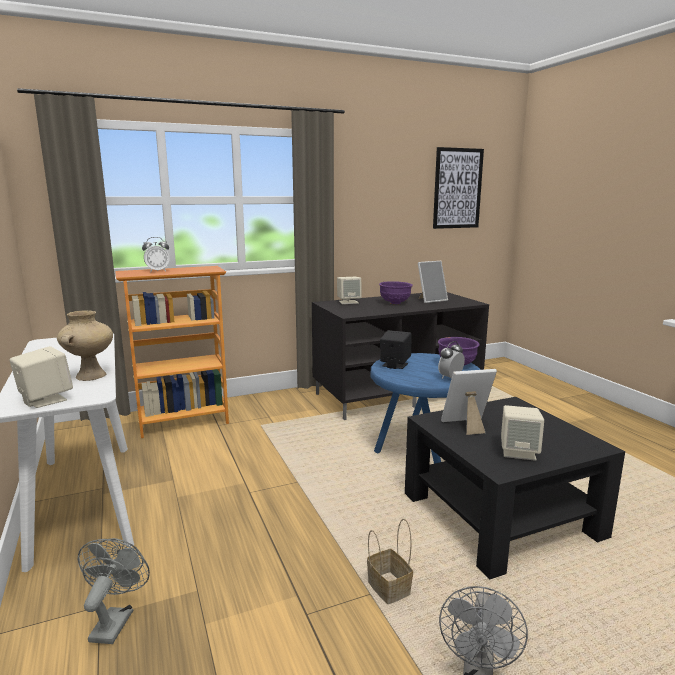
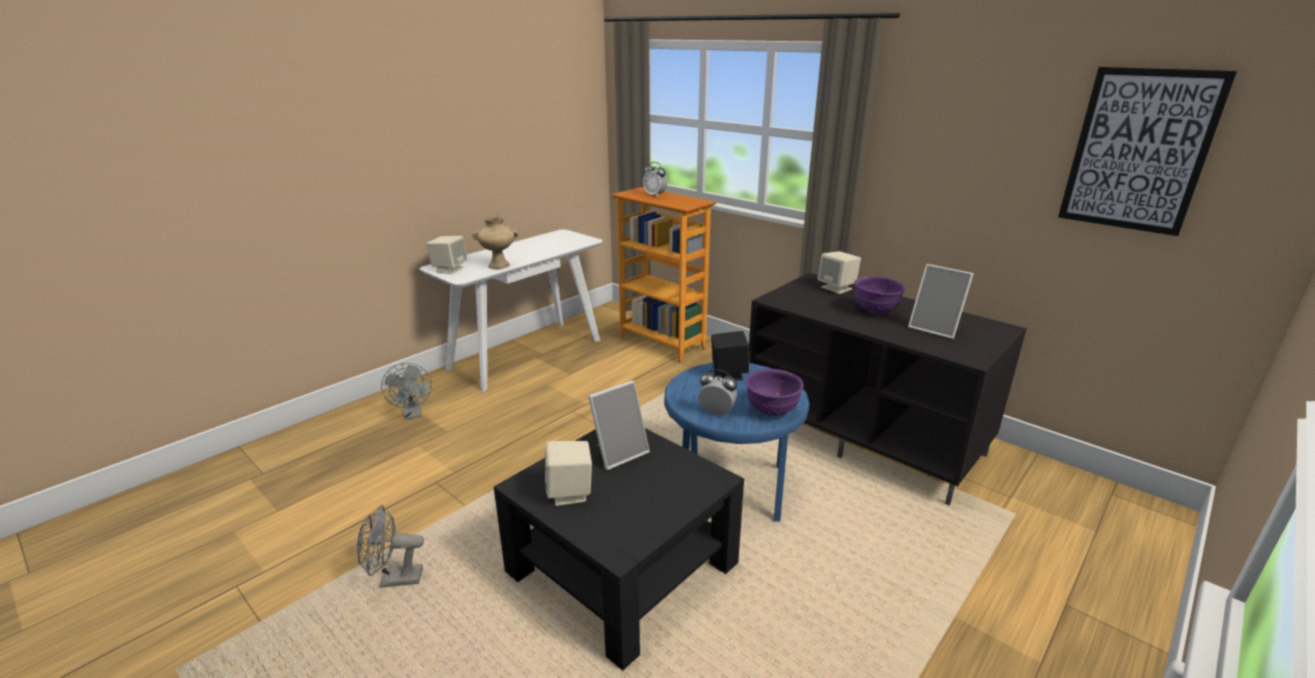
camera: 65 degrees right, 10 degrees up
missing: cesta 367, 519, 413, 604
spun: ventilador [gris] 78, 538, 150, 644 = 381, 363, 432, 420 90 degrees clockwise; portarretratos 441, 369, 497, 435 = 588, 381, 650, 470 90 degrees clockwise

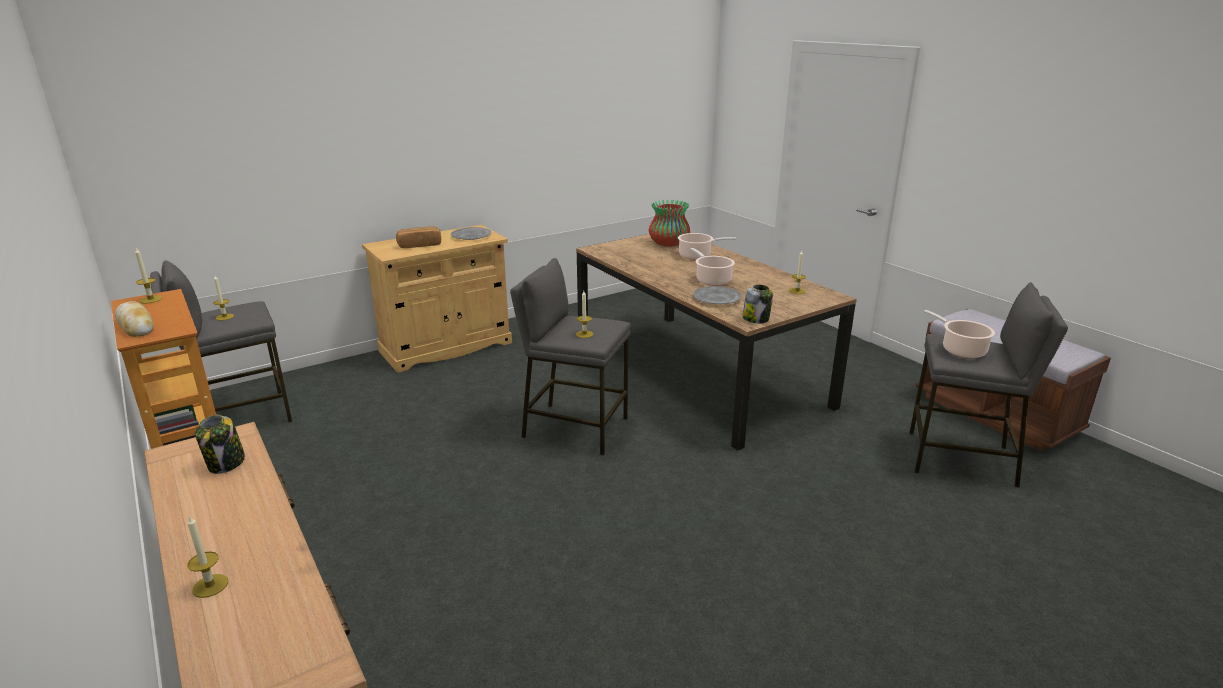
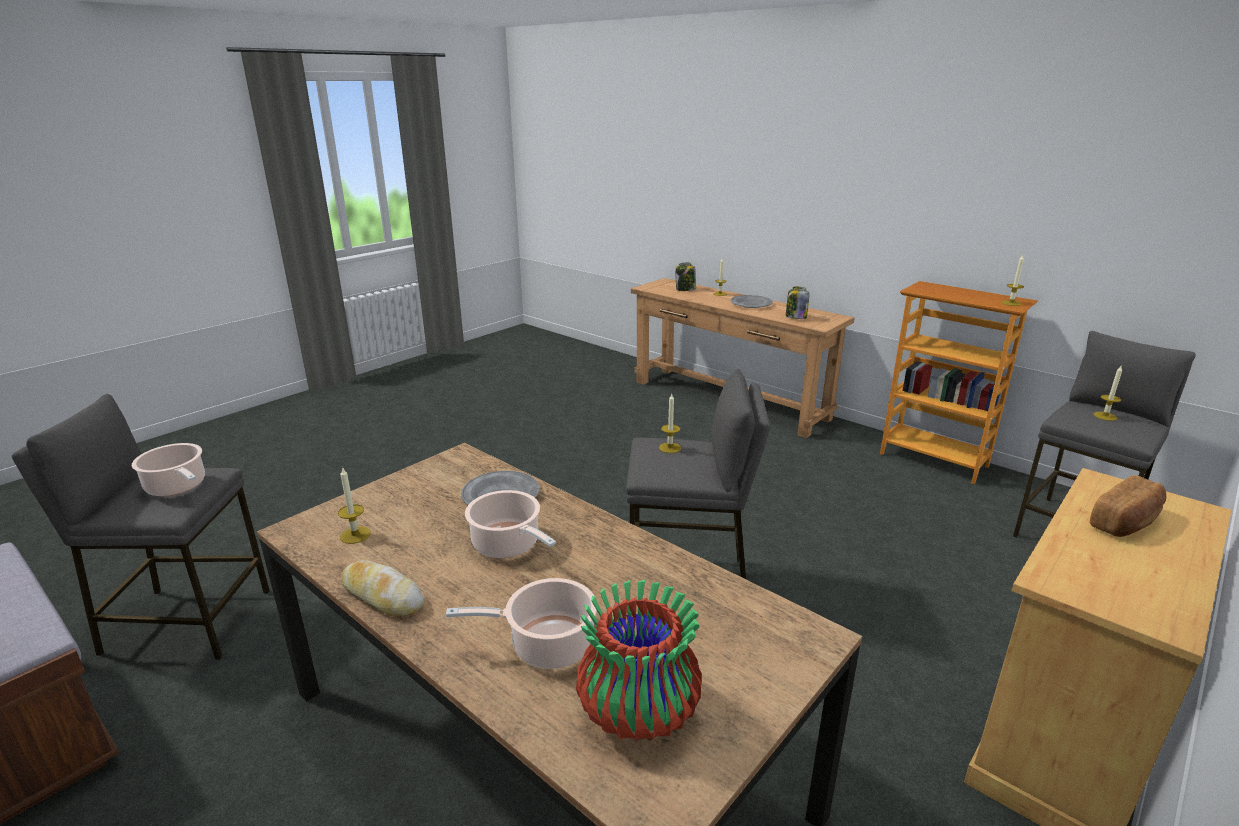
camera: 165 degrees right, 0 degrees up
relocated: pan 115, 301, 154, 337 to 341, 560, 424, 617; tarro 742, 284, 773, 323 to 675, 262, 696, 291; plato [gris] 451, 227, 491, 240 to 730, 295, 773, 308

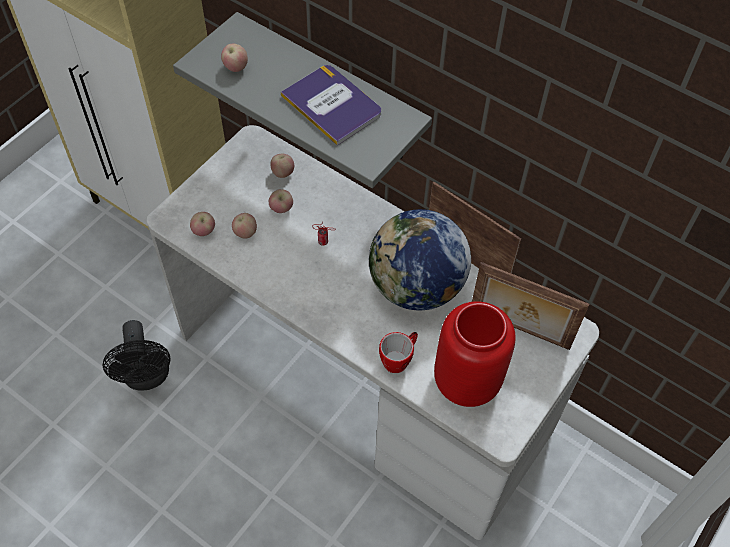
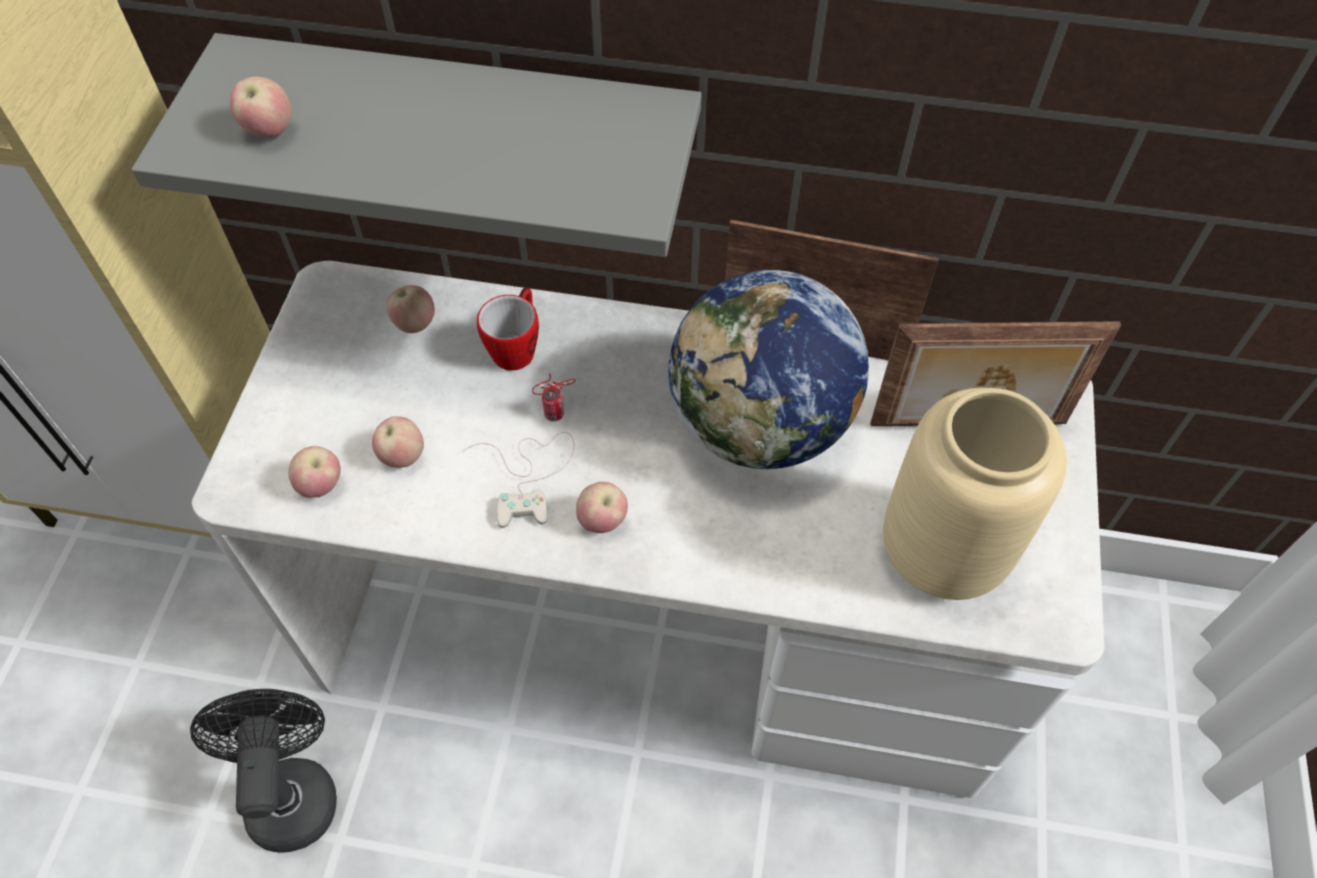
camera: 25 degrees left, 0 degrees up
missing: libro 281, 65, 381, 145
appeared: mando de consola [blanco] 461, 432, 574, 528
relocated: taza grande 379, 332, 418, 373 to 477, 287, 539, 371; manzana 269, 189, 293, 213 to 576, 482, 628, 533
colour: florero [rojo] 434, 301, 516, 407 to florero [beis] 883, 388, 1067, 600
spun: ventilador [negro] 102, 320, 170, 391 = 190, 689, 337, 853 150 degrees counterclockwise

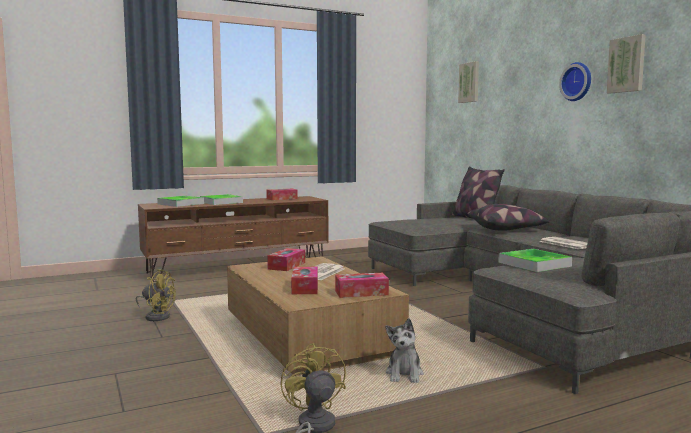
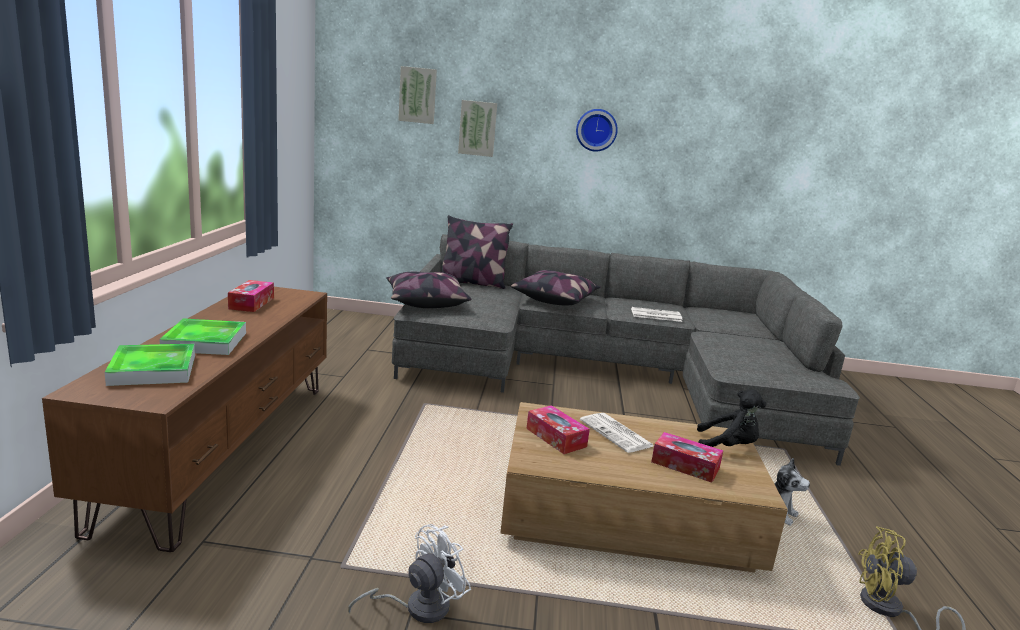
camera: 60 degrees left, 10 degrees up
missing: bandeja 498, 249, 572, 272
appeared: cojín 386, 272, 471, 308
relocated: cuadro 607, 34, 646, 93 to 458, 100, 497, 157
exchanged: caja de pañuelos 335, 273, 389, 298 to peluche [negro] 697, 389, 767, 447
colour: ventilador [amarillo] 136, 269, 176, 321 to ventilador [blanco] 348, 524, 471, 623

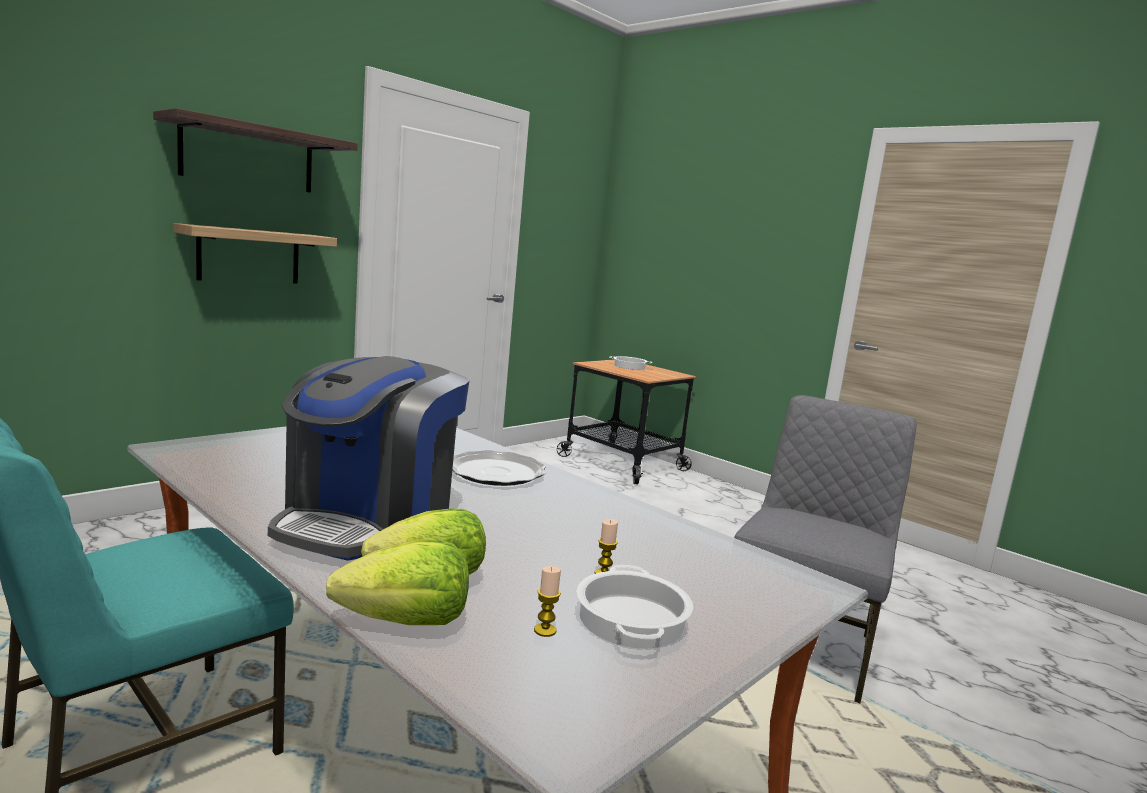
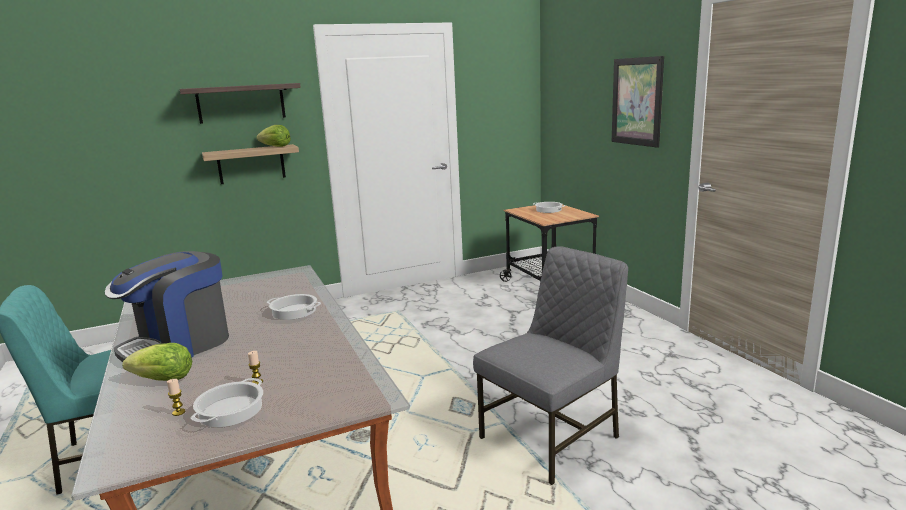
camera: 25 degrees right, 5 degrees up
appeared: cuadro 612, 56, 664, 148
relocated: lechuga 326, 540, 469, 625 to 256, 125, 291, 147
exchanged: plato 452, 450, 546, 486 to olla 266, 294, 321, 320

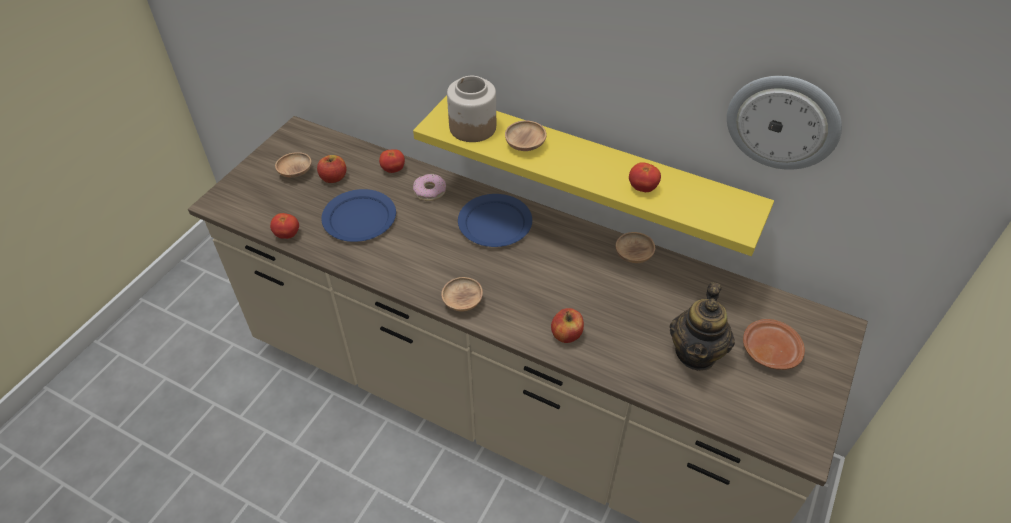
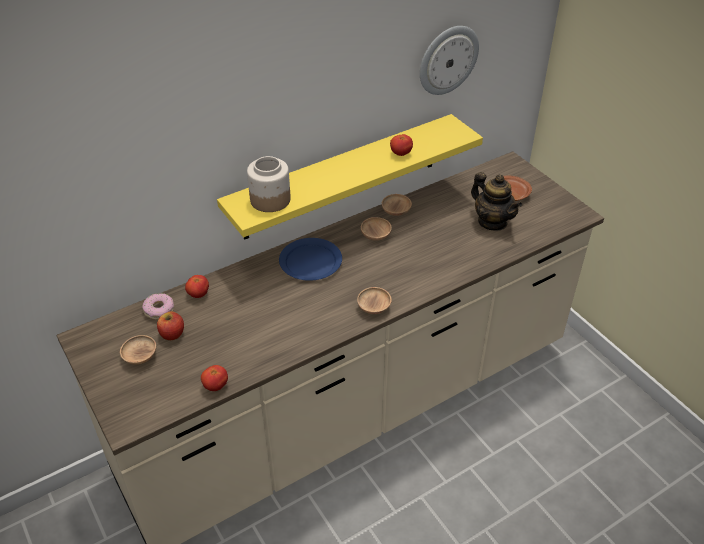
camera: 60 degrees left, 5 degrees down
missing: plato [azul] 321, 189, 396, 242; manzana 551, 308, 584, 343
relocated: rosquilla 413, 174, 446, 201 to 142, 293, 174, 320; cuenco [marrón] 505, 120, 547, 151 to 361, 217, 392, 241

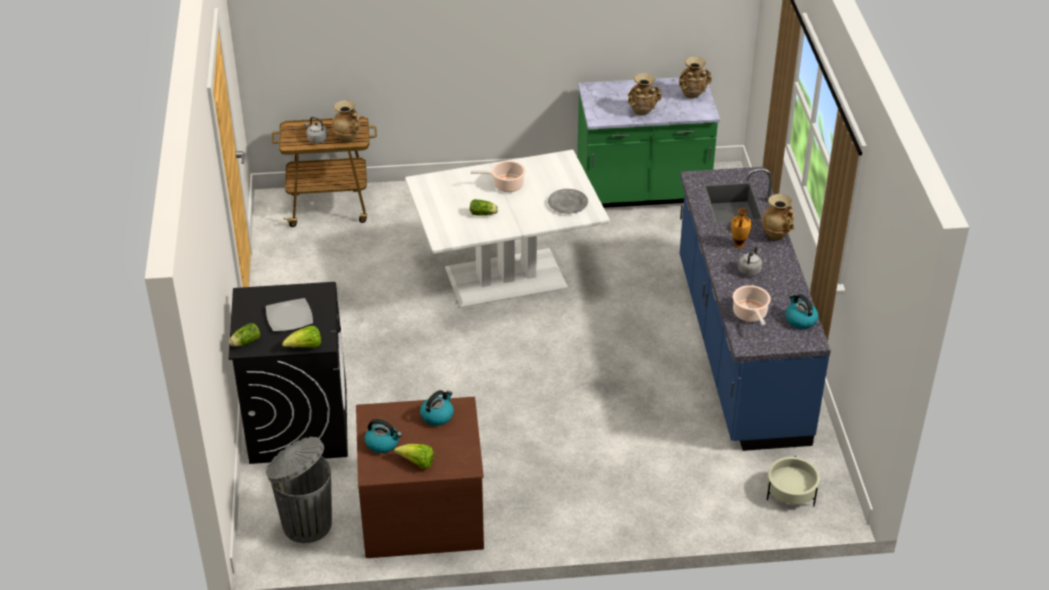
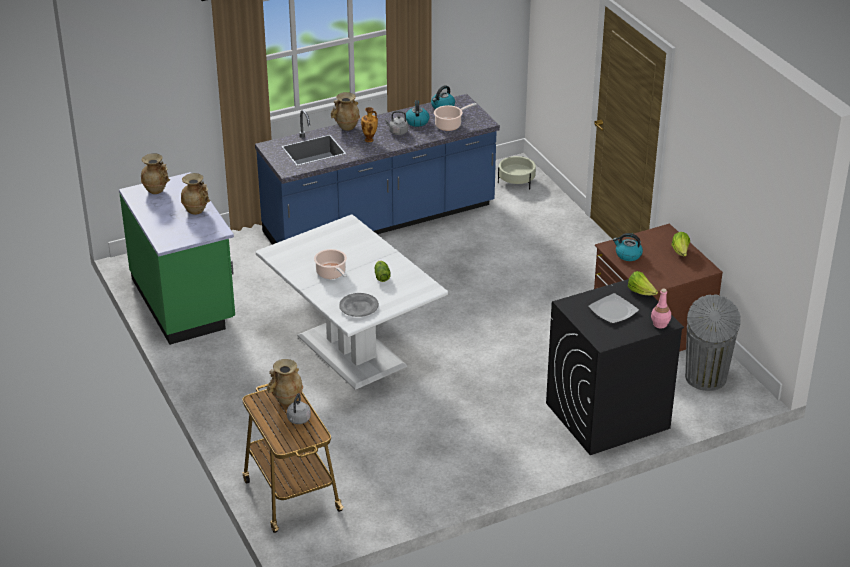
camera: 110 degrees left, 5 degrees down
relocated: plato [gris] 548, 189, 588, 214 to 339, 293, 379, 317; hervidor 365, 419, 402, 453 to 406, 100, 429, 127
exchanged: lechuga 229, 323, 260, 347 to botella [rosa] 651, 289, 671, 328

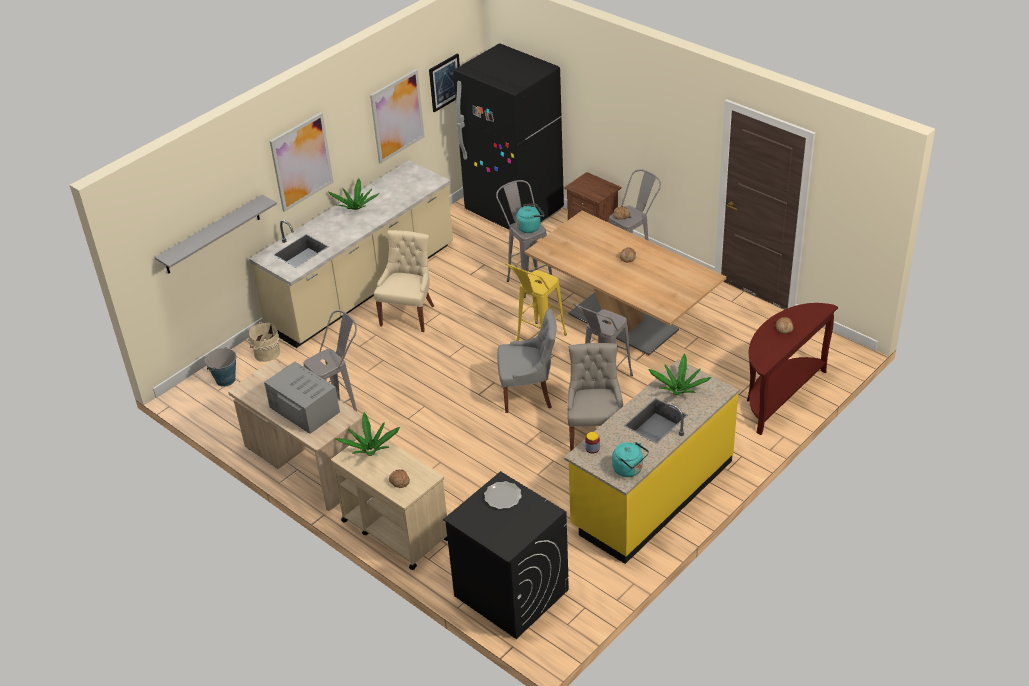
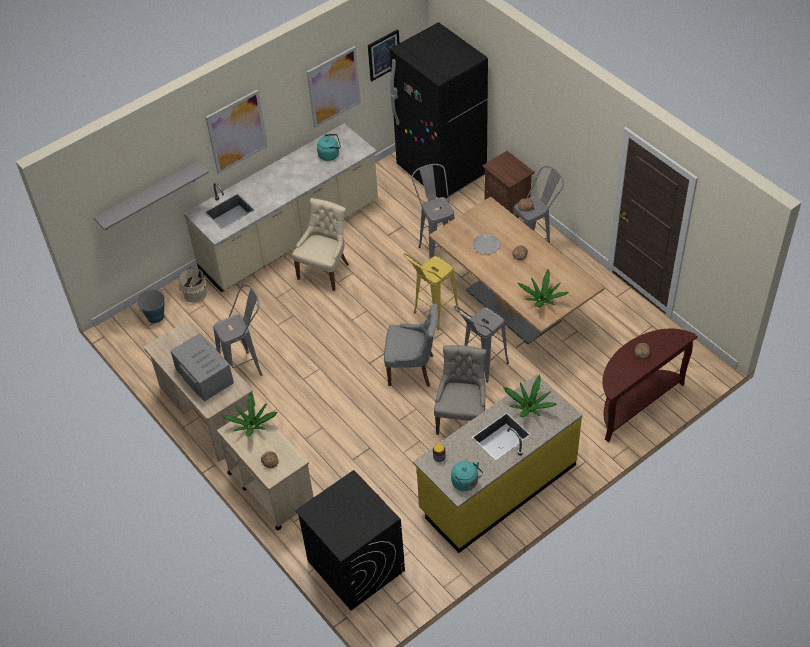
camera: 10 degrees right, 10 degrees up
relocated: hervidor [turquesa] 516, 203, 544, 233 to 317, 134, 341, 161; plato 484, 481, 522, 509 to 473, 234, 500, 254; planta en maceta 328, 178, 379, 210 to 518, 269, 569, 307

